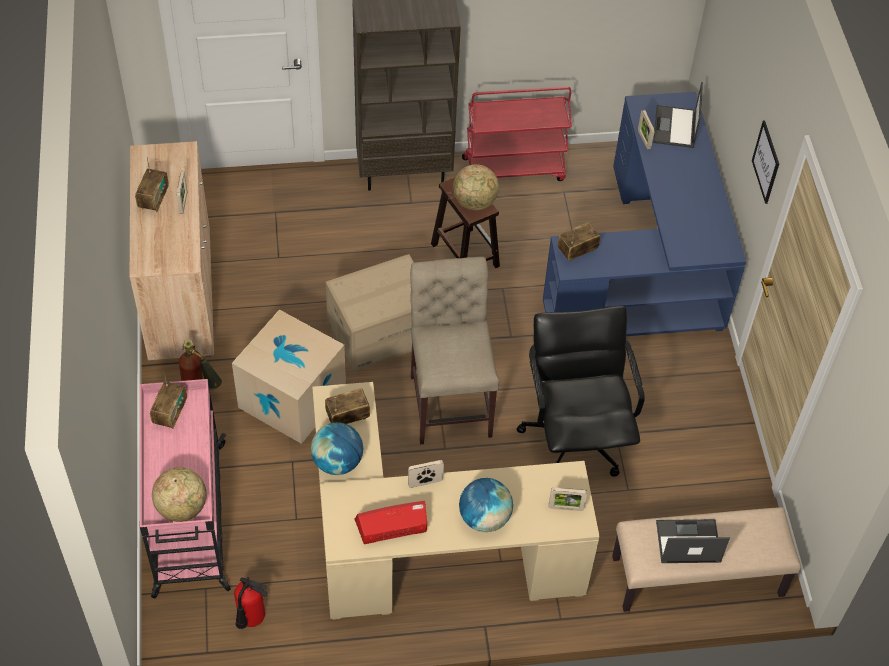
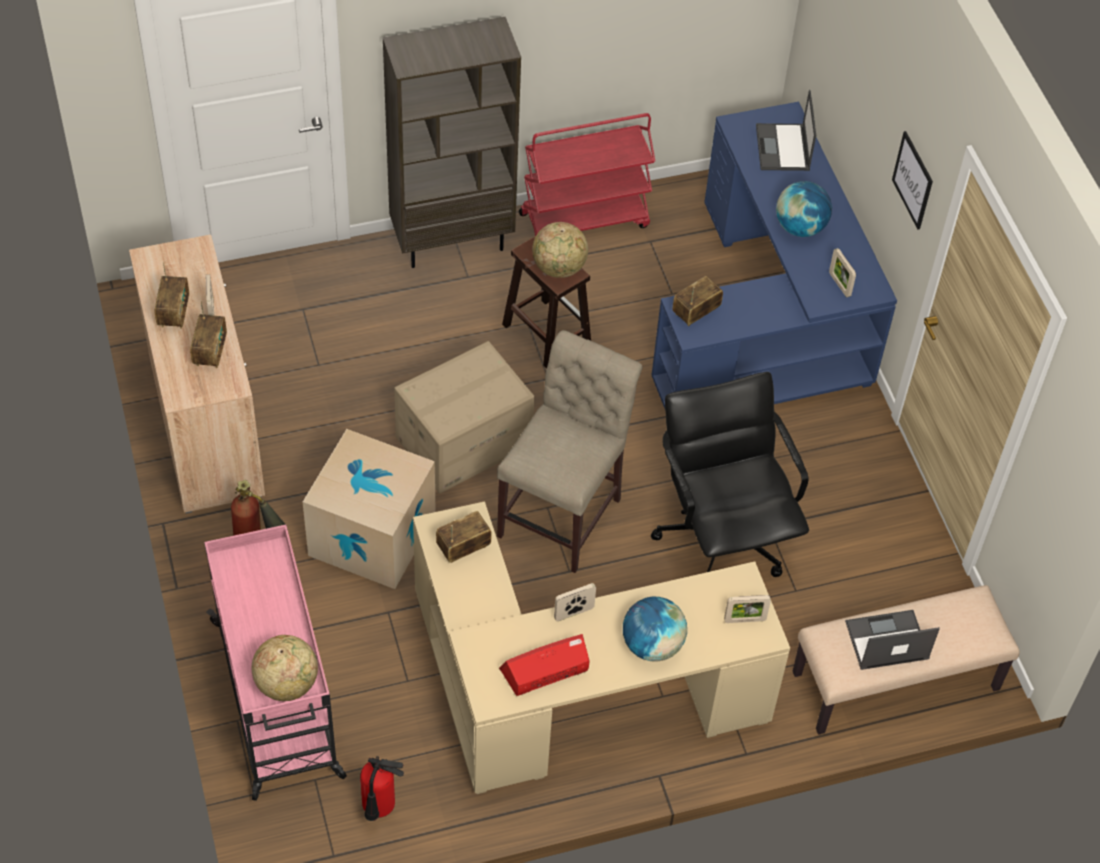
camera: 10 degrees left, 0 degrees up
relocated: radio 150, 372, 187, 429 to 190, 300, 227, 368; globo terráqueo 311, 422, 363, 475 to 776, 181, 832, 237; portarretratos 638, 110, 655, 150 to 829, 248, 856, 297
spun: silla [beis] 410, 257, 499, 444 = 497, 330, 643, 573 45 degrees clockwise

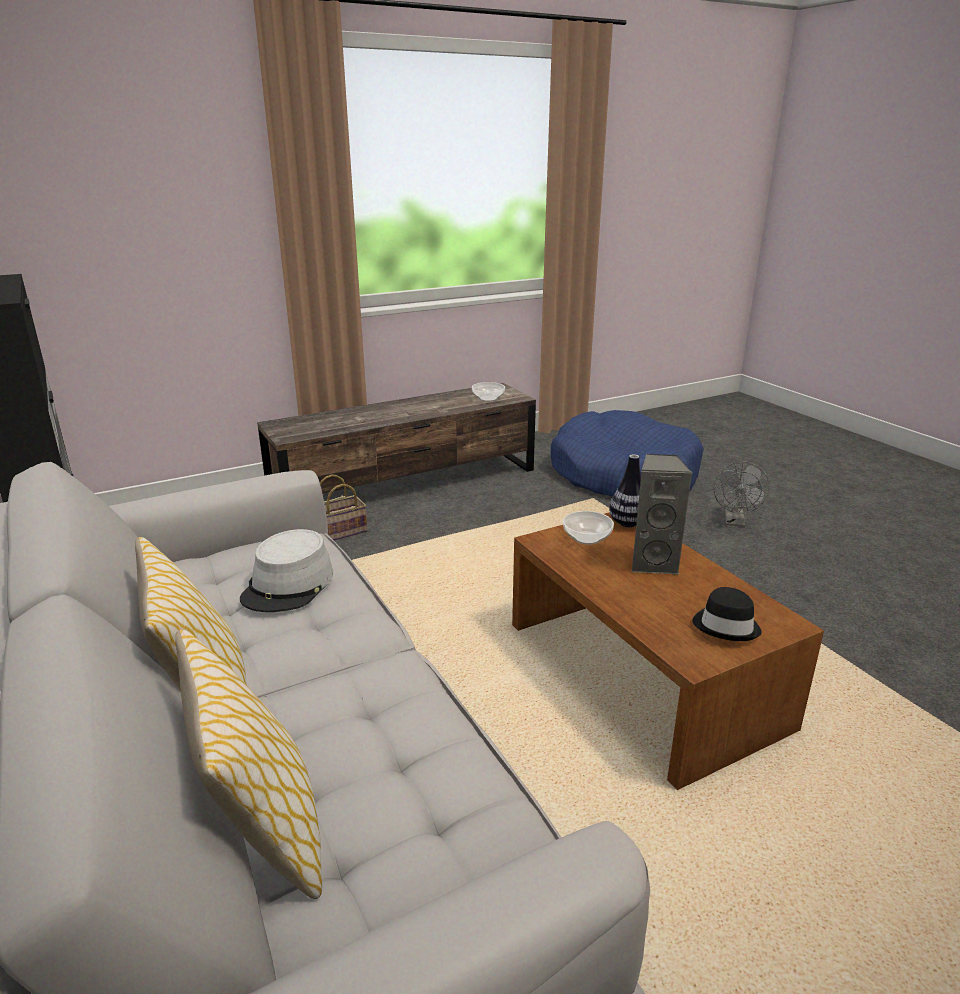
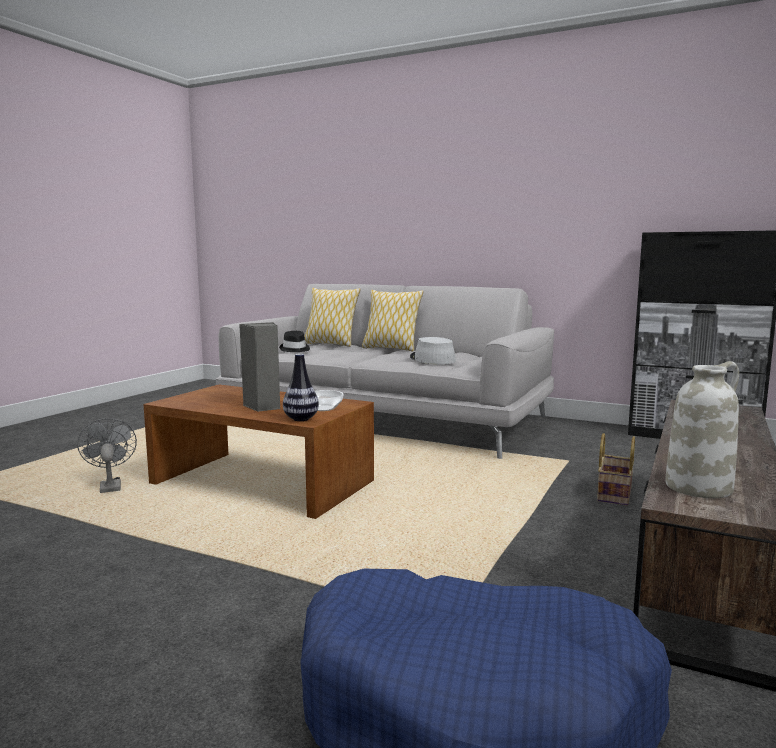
camera: 145 degrees right, 15 degrees down
relocated: ventilador [gris] 714, 462, 770, 527 to 77, 418, 137, 493; sombrero [negro] 692, 587, 762, 641 to 279, 331, 310, 352
exchanged: cuenco 472, 382, 505, 401 to florero [blanco] 665, 361, 739, 498

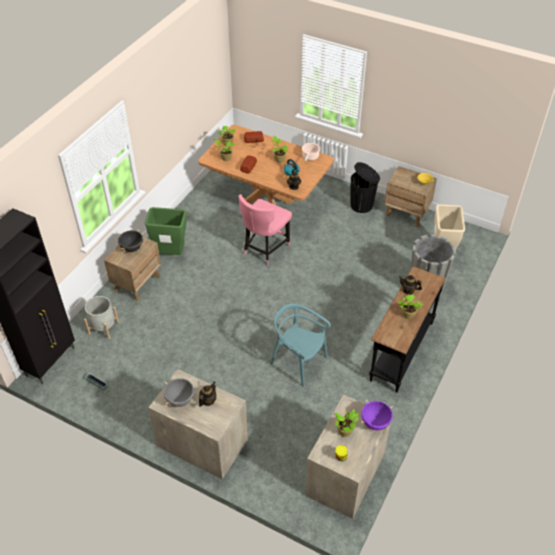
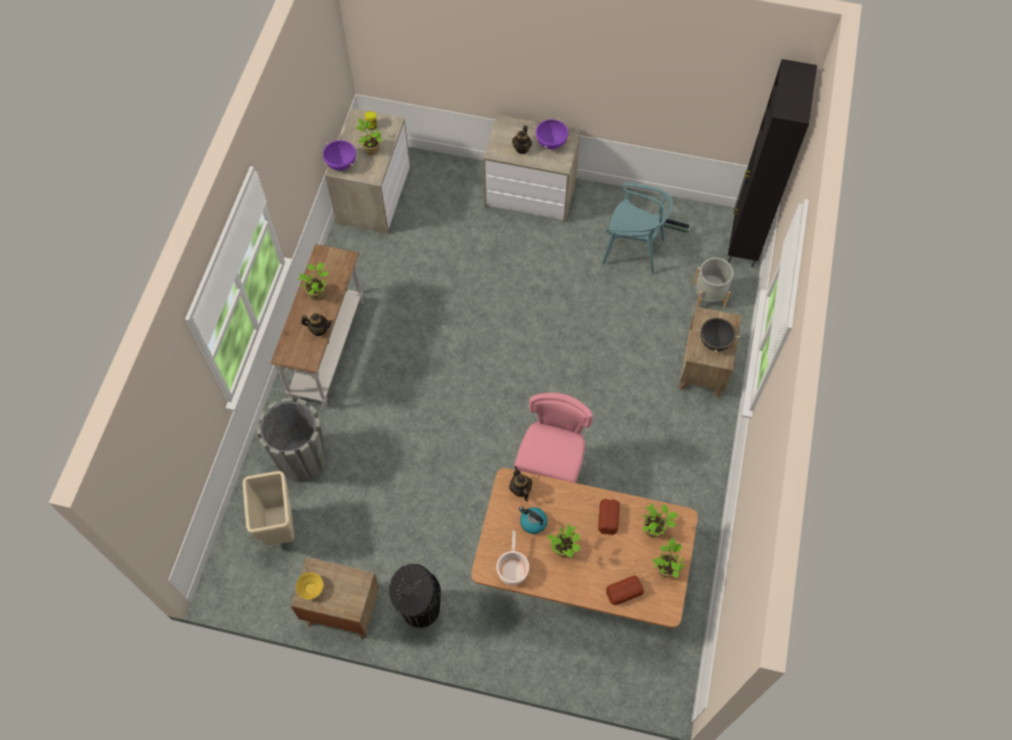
camera: 165 degrees right, 15 degrees up
missing: papelera [verde] 145, 207, 186, 255
relocated: silla [turquesa] 270, 304, 331, 387 to 602, 182, 673, 274
colour: mesa consola [negro] 369, 266, 445, 393 to mesa consola [blanco] 271, 244, 364, 409; olla [gris] 164, 378, 194, 407 to olla [morado] 533, 117, 571, 149

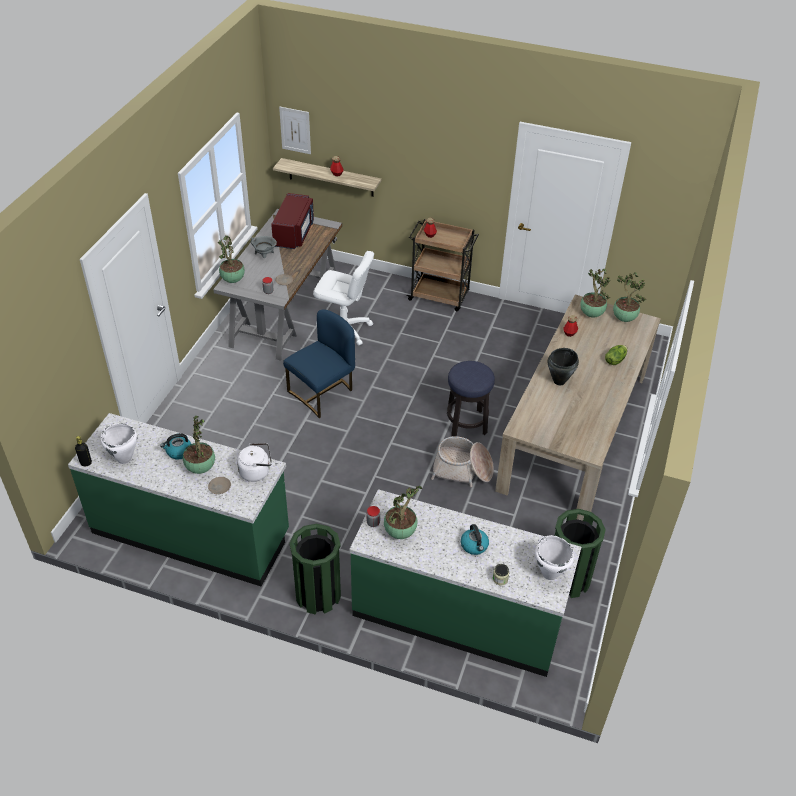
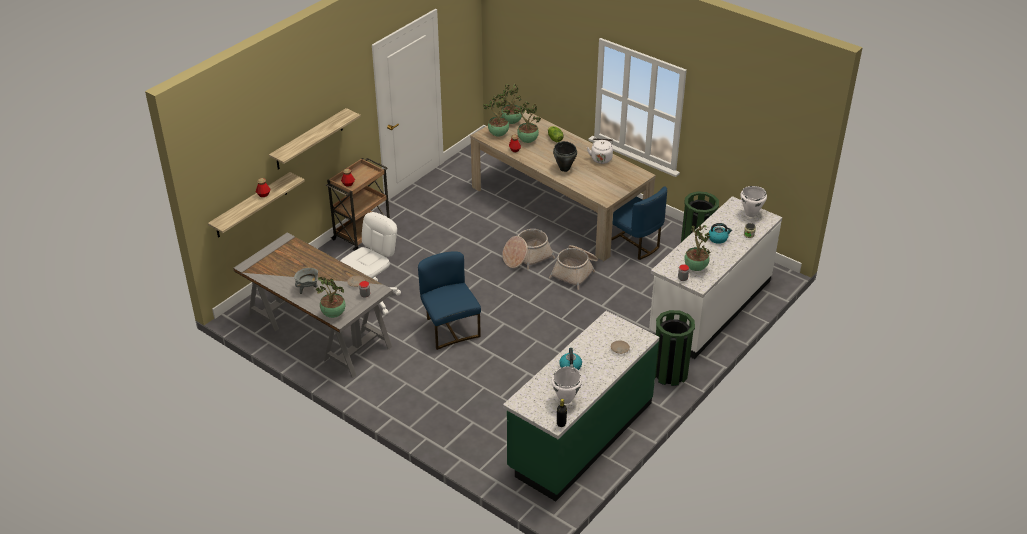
camera: 70 degrees left, 5 degrees down
missing: microondas [rojo] 271, 193, 314, 249; cuadro 279, 107, 311, 154
appeared: estante 269, 108, 361, 170; silla [azul] 611, 186, 667, 260
relocated: planta en maceta 183, 416, 215, 474 to 513, 101, 541, 143; hervidor [blanco] 237, 443, 272, 482 to 587, 138, 613, 164
exchanged: taburete 447, 361, 495, 436 to cesta 502, 229, 555, 269
colour: mueble bajo de cocina [verde] 349, 489, 581, 677 to mueble bajo de cocina [blanco] 649, 196, 782, 359

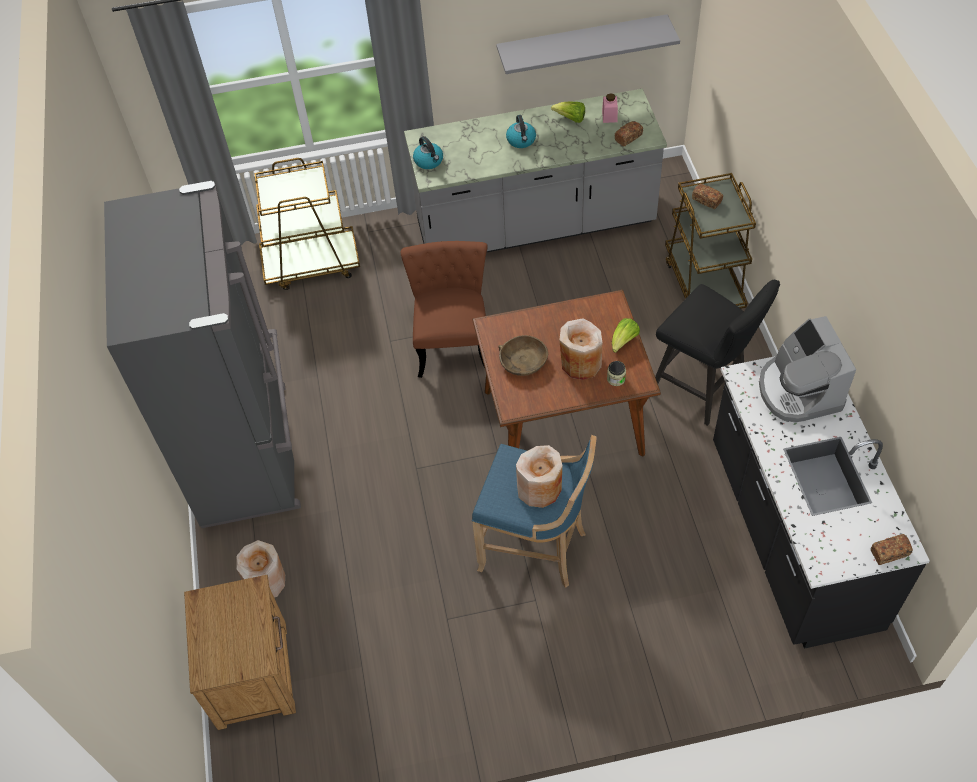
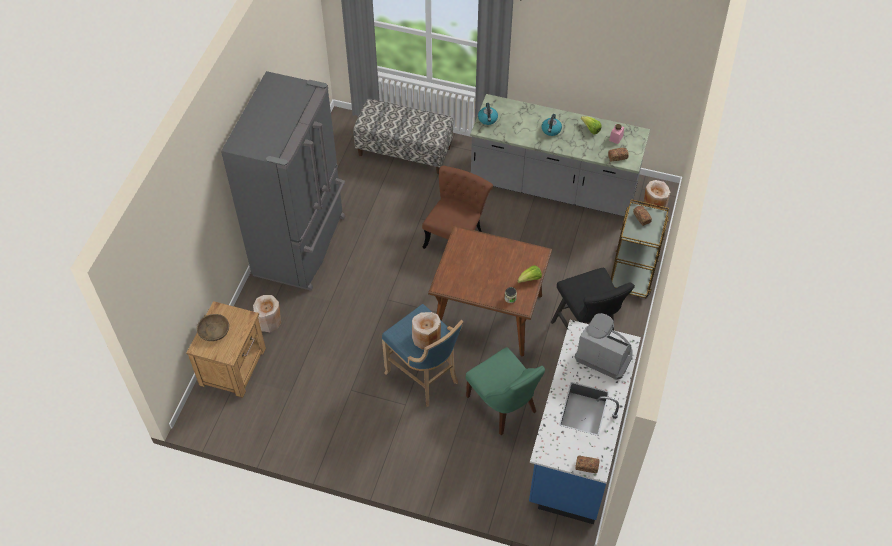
camera: 25 degrees right, 0 degrees up
missing: estante [gris] 496, 14, 680, 74
appeared: silla [verde] 466, 347, 545, 435
relocated: cuenco [marrón] 498, 335, 548, 376 to 197, 314, 229, 341; florero [beis] 559, 318, 602, 380 to 643, 180, 670, 210
exchanged: carrito [marrón] 254, 158, 360, 290 to banco 353, 99, 453, 174
colour: mueble bajo de cocina [negro] 713, 356, 930, 649 to mueble bajo de cocina [azul] 529, 320, 641, 524
spun: cafetera 759, 316, 856, 422 = 575, 313, 633, 380 105 degrees clockwise

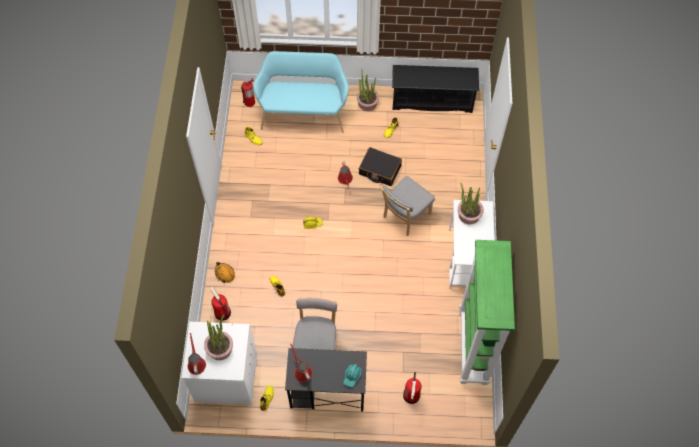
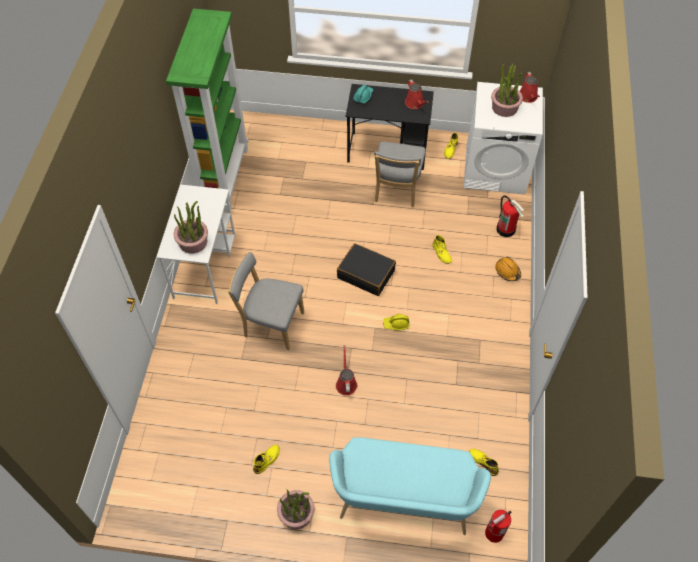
camera: 175 degrees left, 5 degrees down
missing: zapatero [negro] 392, 65, 479, 113; extintor 403, 372, 422, 404
relocated: maleta [negro] 359, 147, 402, 186 to 337, 243, 396, 296
spun: silla [gris] 382, 176, 435, 236 = 228, 252, 305, 350 120 degrees counterclockwise

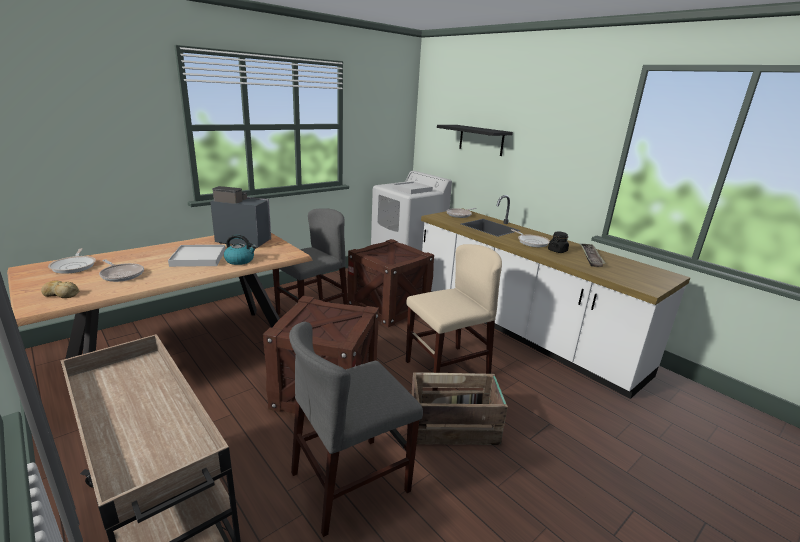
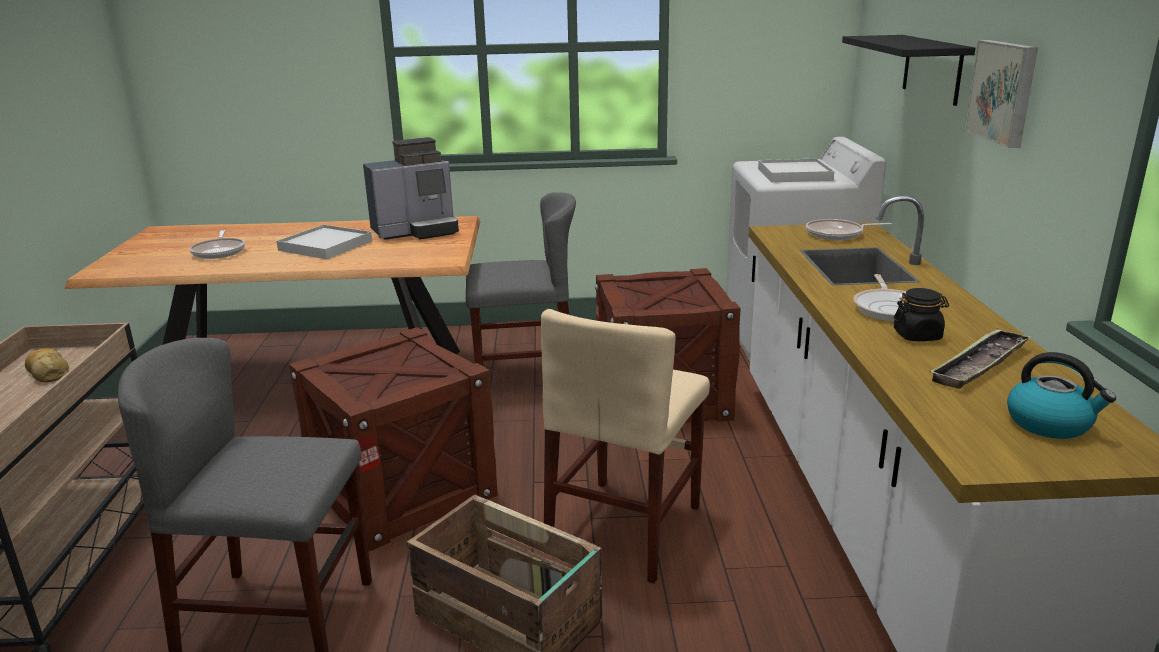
camera: 40 degrees right, 0 degrees up
missing: sartén 48, 248, 96, 274
appeared: cuadro 965, 40, 1038, 148
relocated: pan 41, 280, 79, 298 to 25, 349, 69, 382; hervidor 224, 235, 257, 265 to 1007, 352, 1116, 439
spun: cafetera 210, 186, 271, 248 = 363, 137, 459, 240 105 degrees clockwise; silla [beis] 406, 244, 502, 391 = 541, 309, 710, 584 105 degrees clockwise

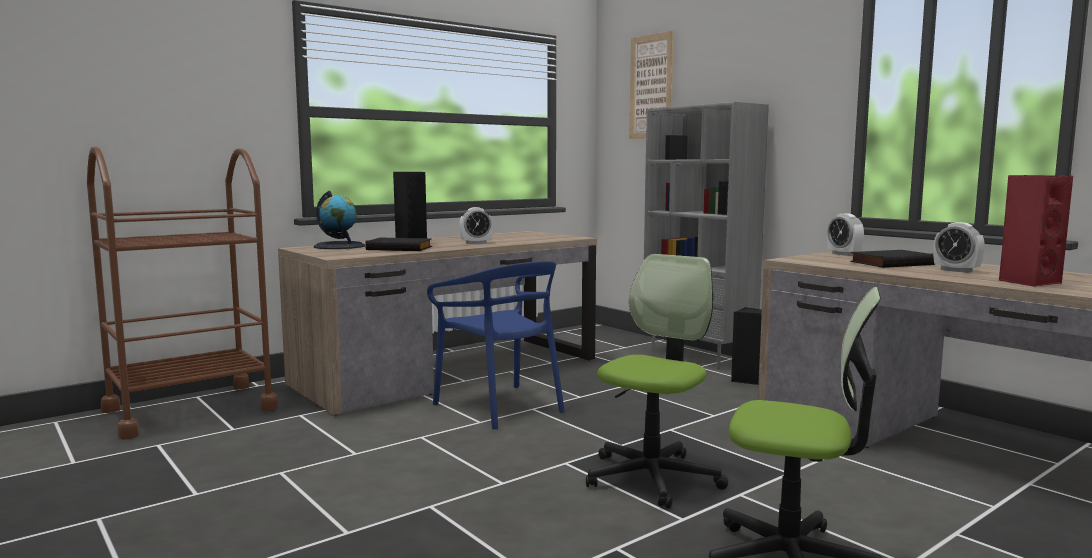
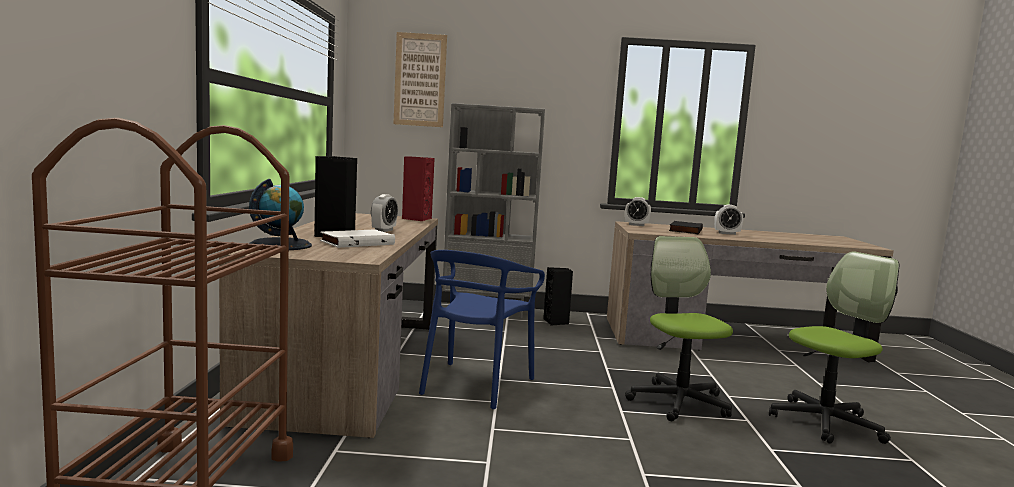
camera: 50 degrees left, 0 degrees up
relocated: altavoz [rojo] 999, 175, 1073, 287 to 402, 157, 435, 221
colour: libro [negro] 365, 237, 432, 251 to libro [blanco] 320, 229, 395, 248
spun: silla [azul] 427, 261, 565, 429 = 419, 250, 545, 409 105 degrees clockwise

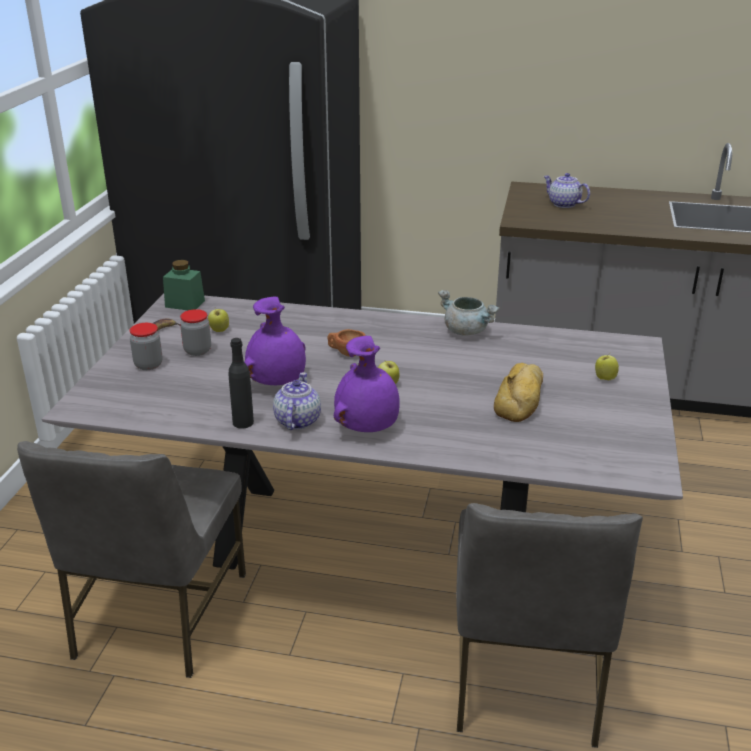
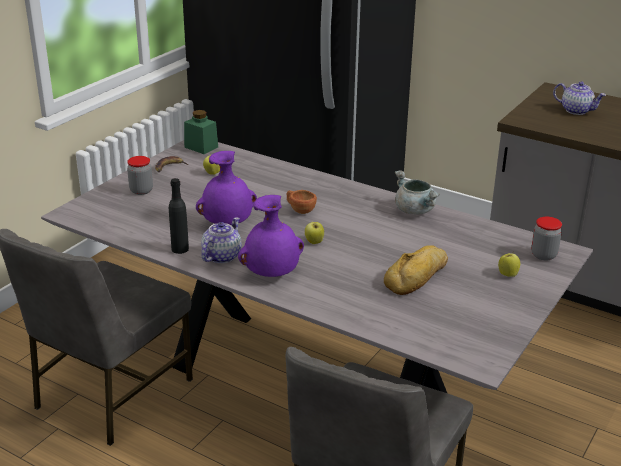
camera: 20 degrees right, 0 degrees up
relocated: tarro 180, 309, 211, 356 to 531, 217, 562, 260
spun: tetera 544, 173, 590, 208 = 553, 82, 606, 115 150 degrees clockwise

